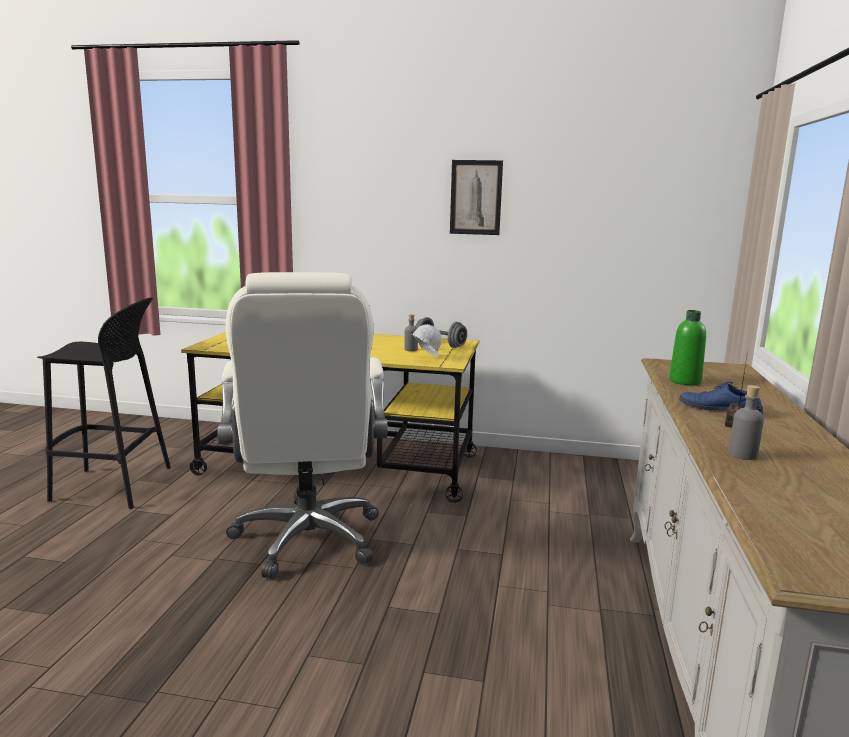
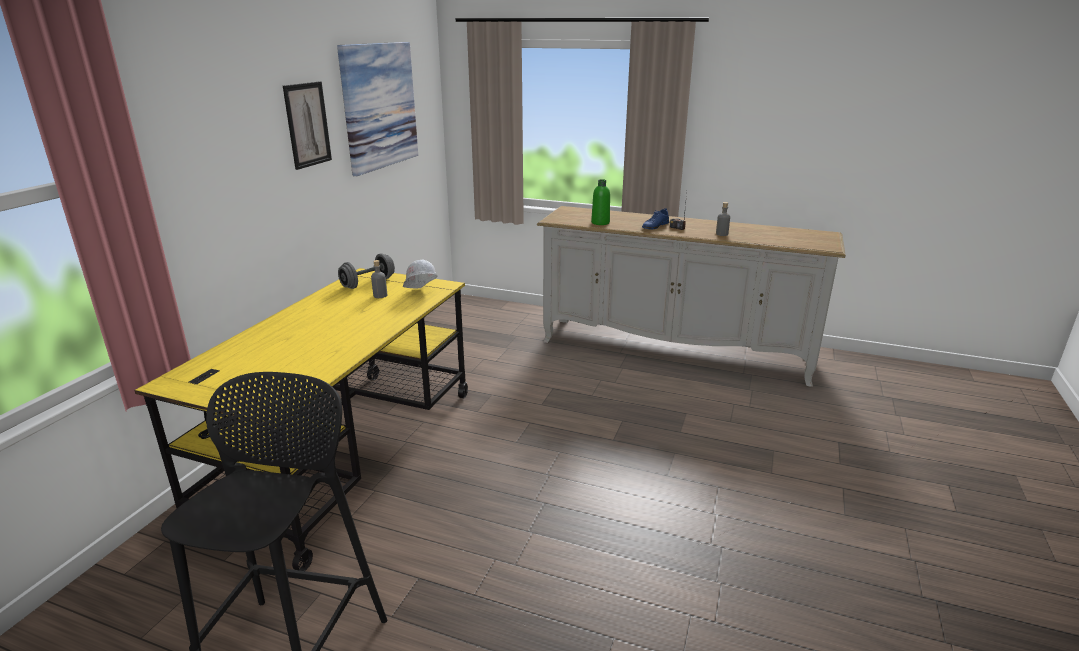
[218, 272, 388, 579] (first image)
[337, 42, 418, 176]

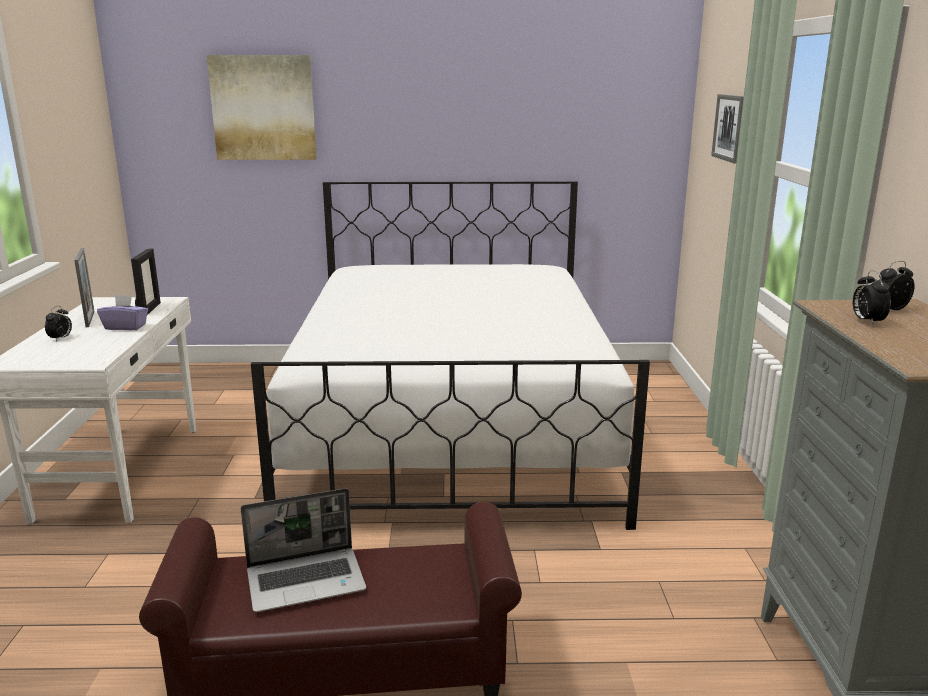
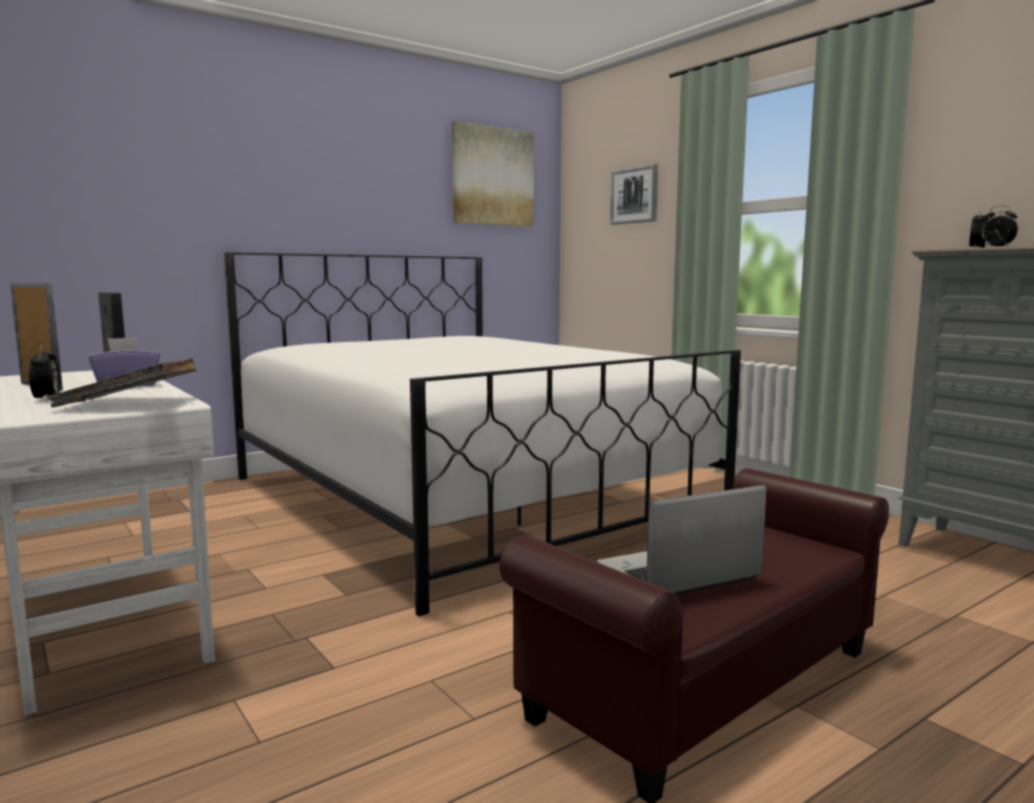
[48, 358, 197, 408]
[452, 121, 534, 227]
[597, 485, 767, 595]

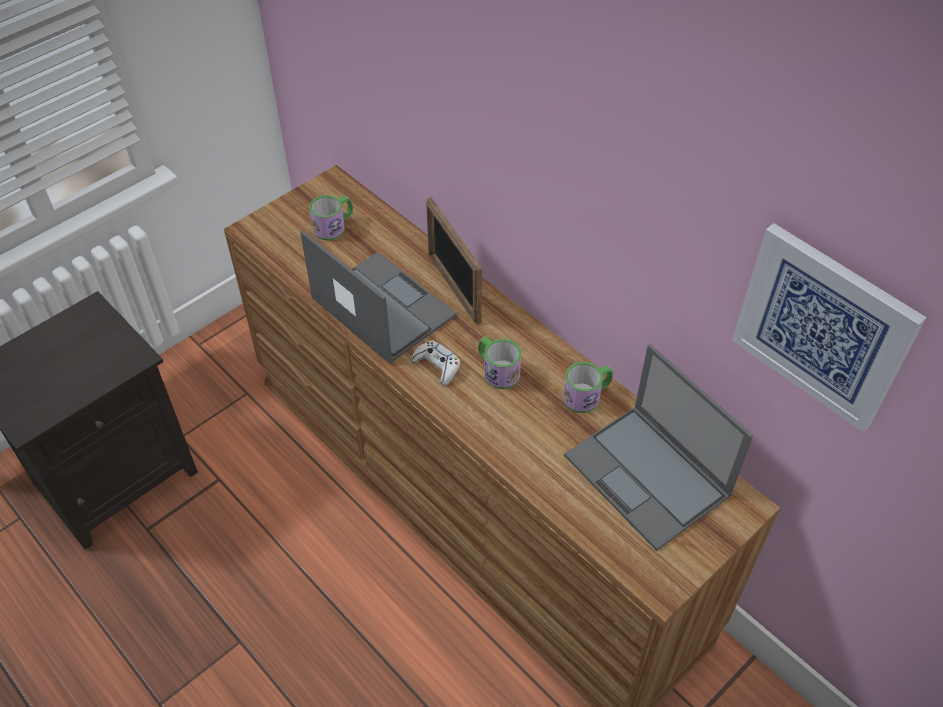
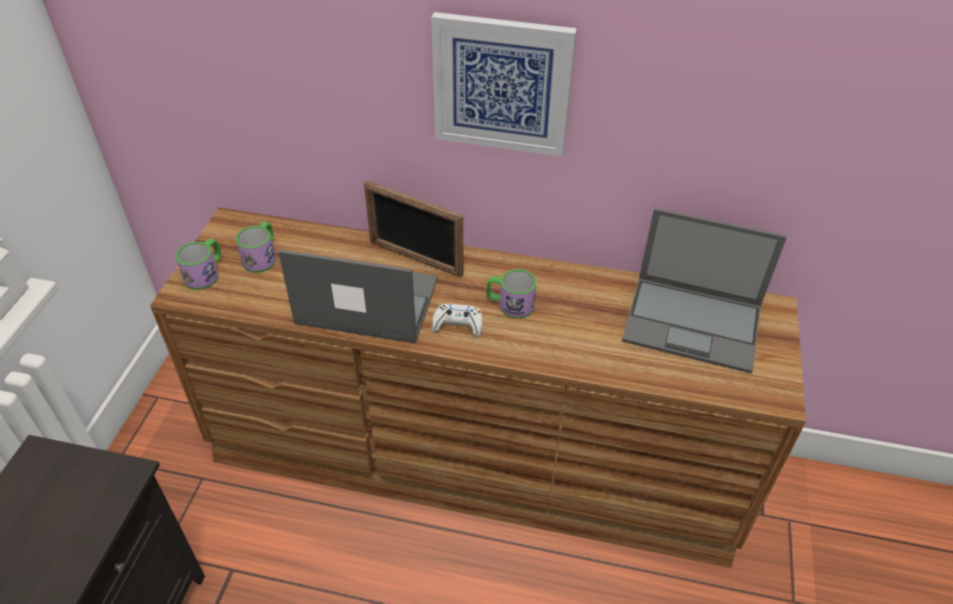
[175, 238, 221, 290]
[431, 12, 577, 156]

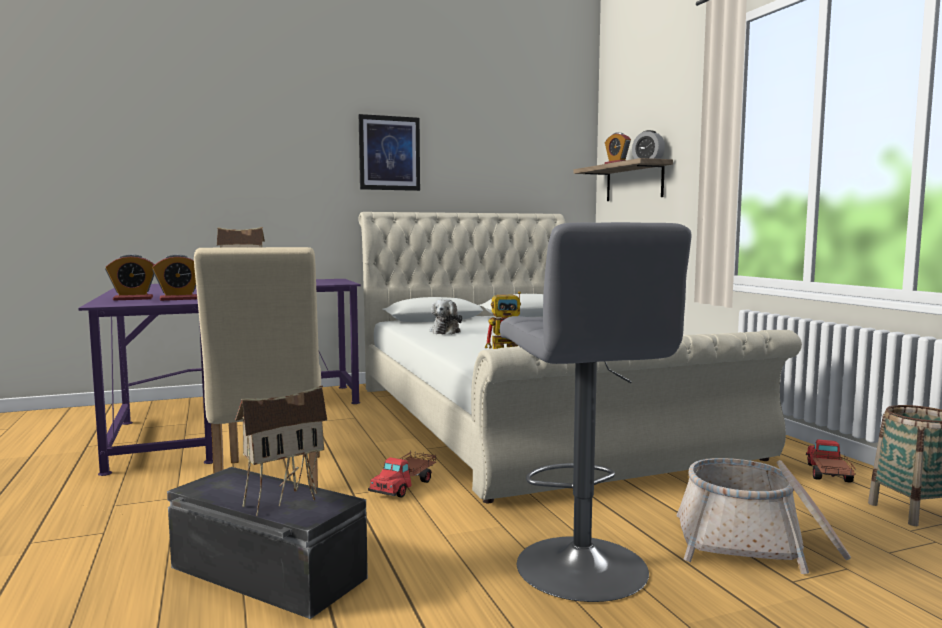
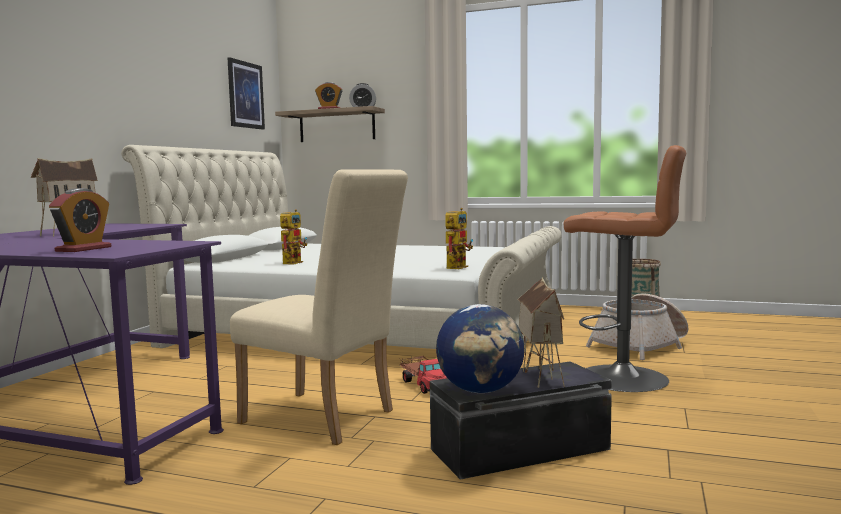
[152, 254, 197, 301] (first image)
[806, 440, 856, 483] (first image)
[436, 304, 524, 393]
[228, 57, 265, 130]
[280, 209, 307, 265]
[564, 145, 686, 392]

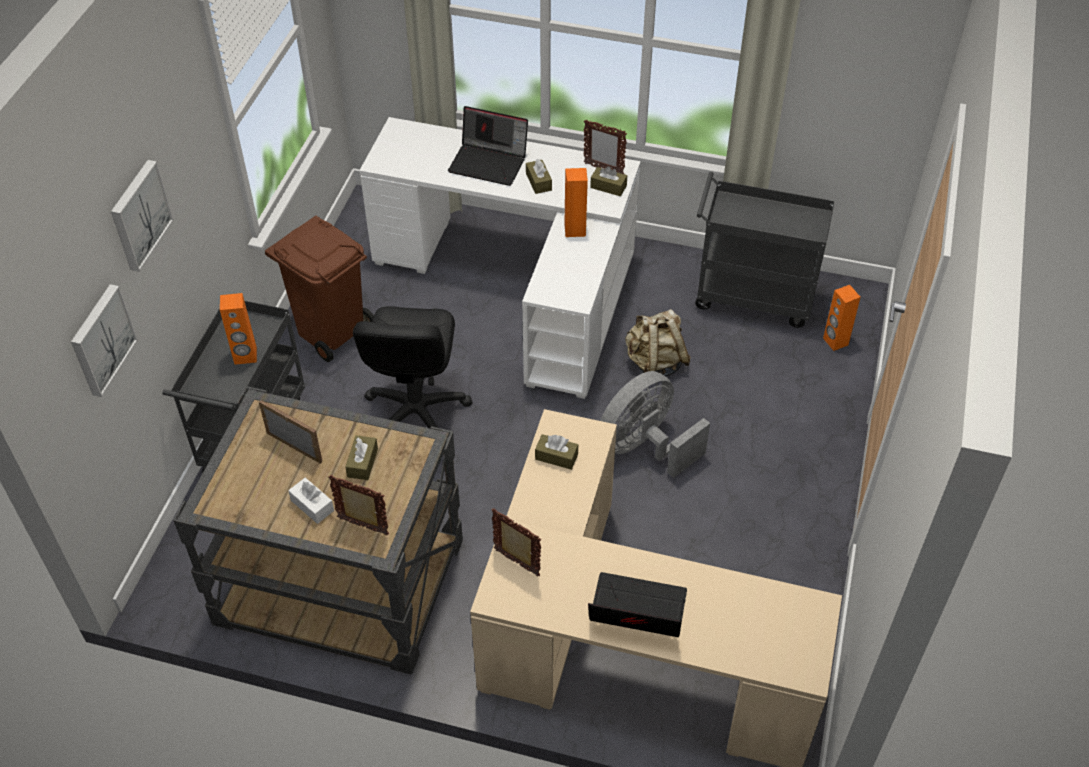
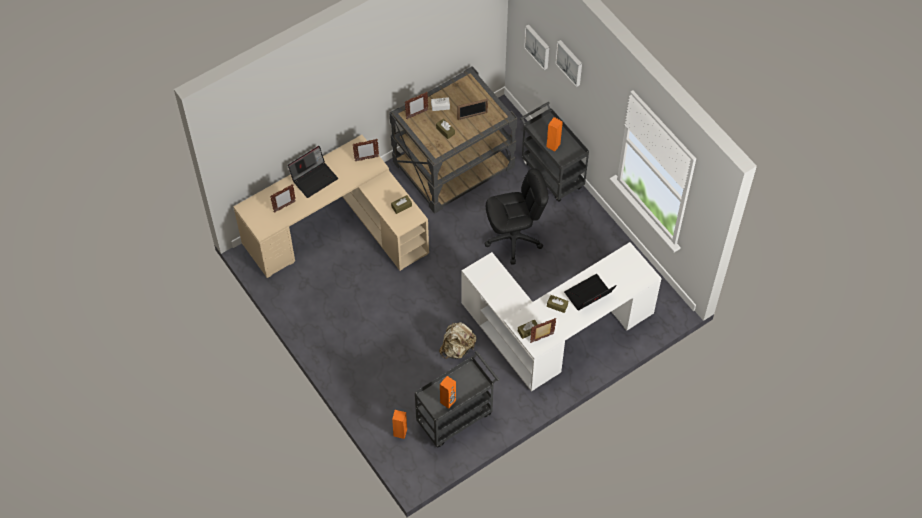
[265, 216, 374, 362] (first image)
[600, 371, 710, 478] (first image)
[270, 185, 296, 212]
[440, 376, 456, 409]
[484, 168, 548, 265]

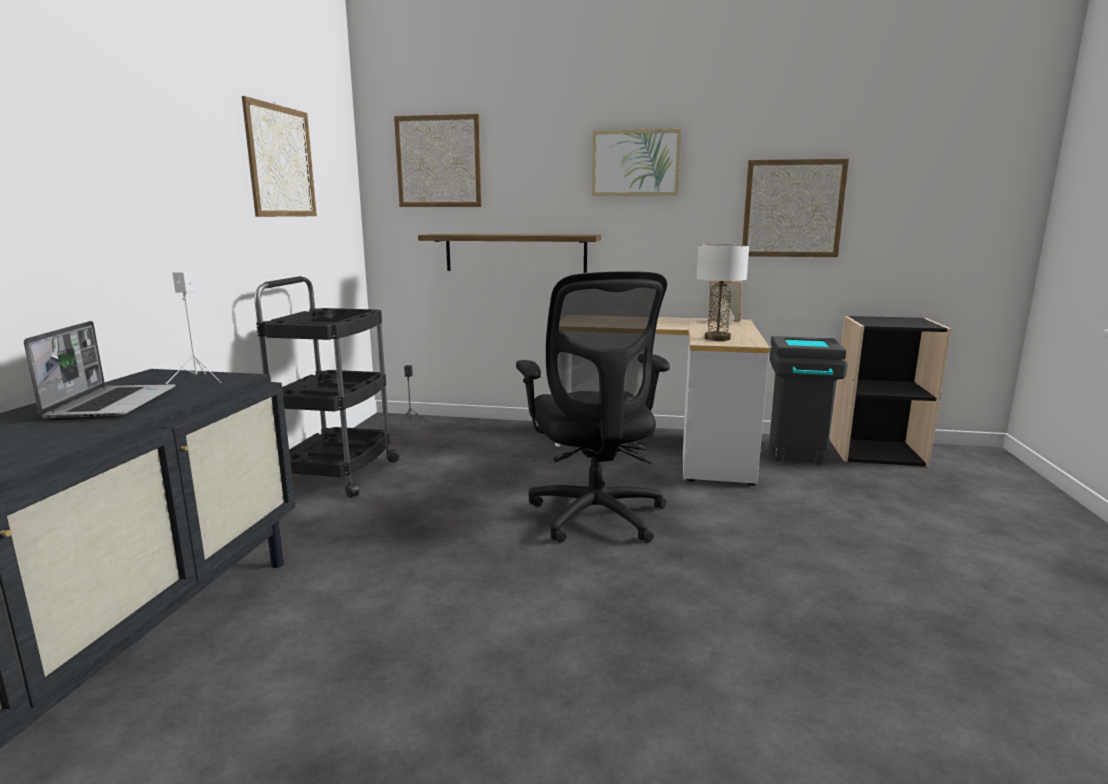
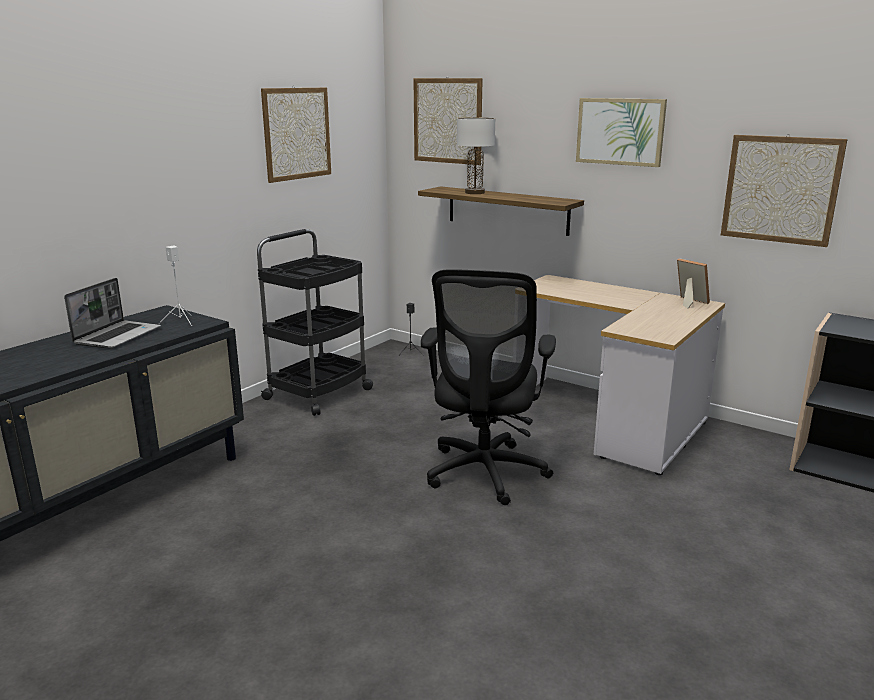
[769, 336, 848, 464] (first image)
[457, 118, 495, 194]

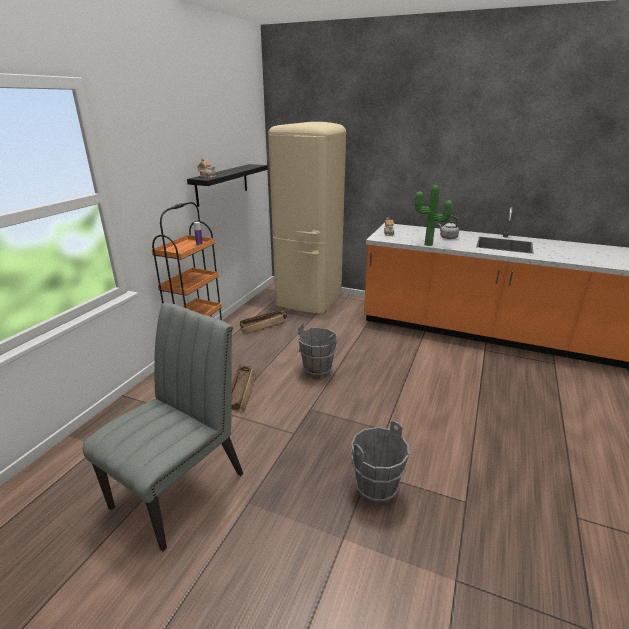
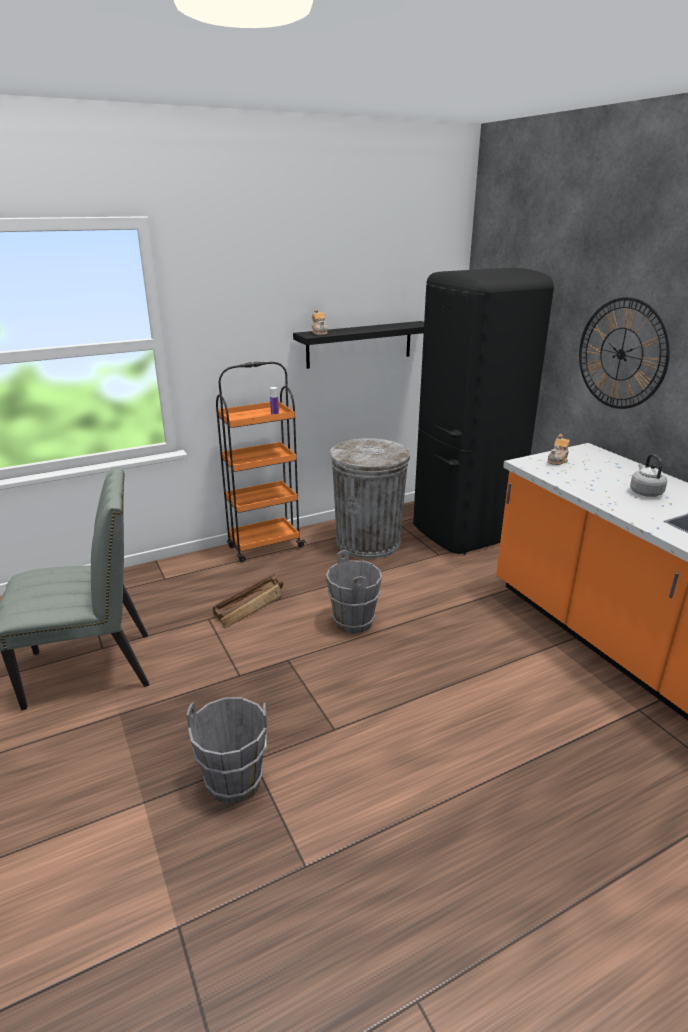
[414, 185, 453, 246] (first image)
[579, 297, 670, 409]
[330, 438, 410, 559]
[413, 268, 554, 555]

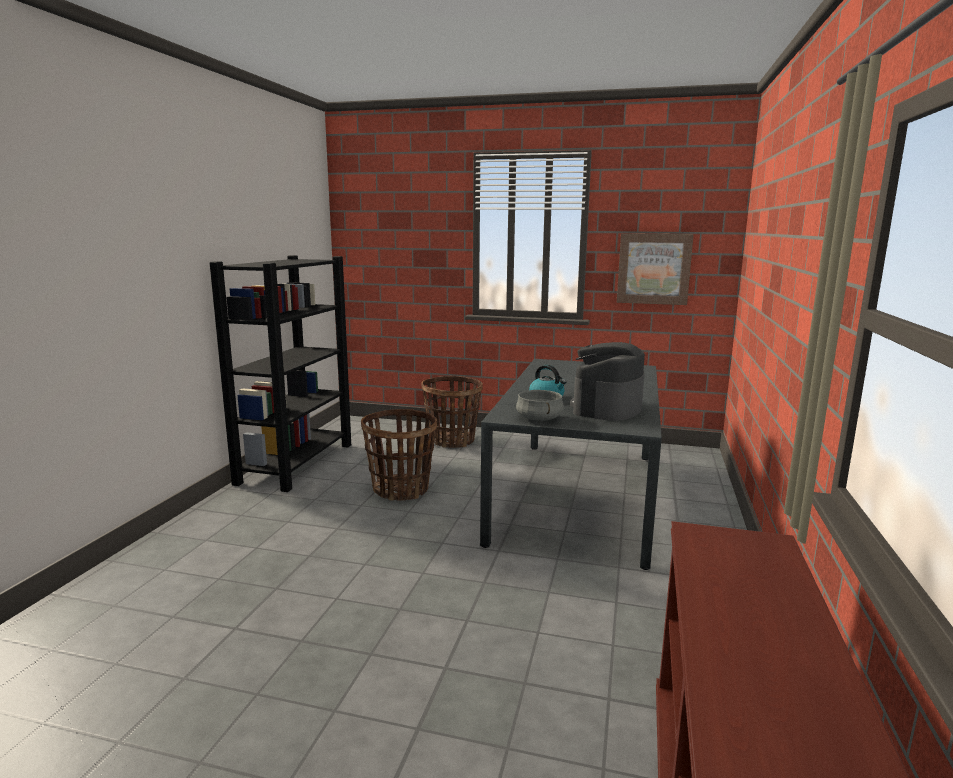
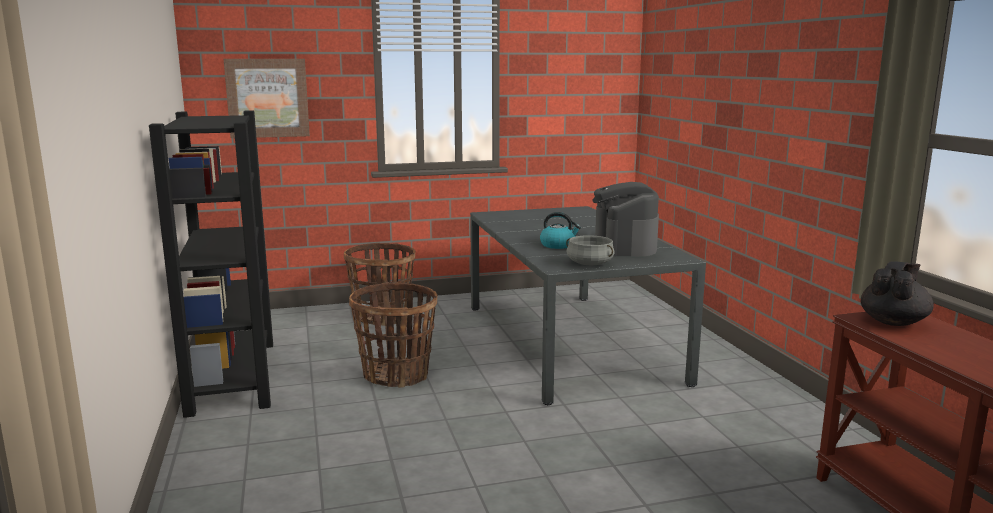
[861, 261, 934, 326]
[224, 59, 310, 138]

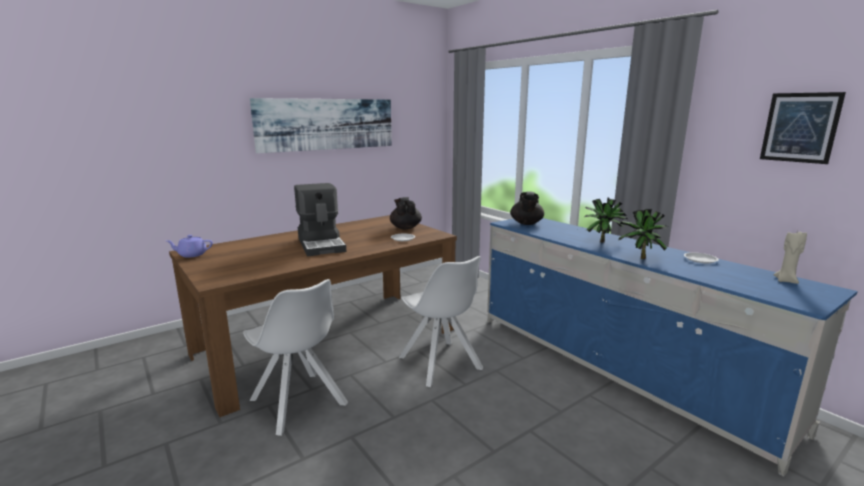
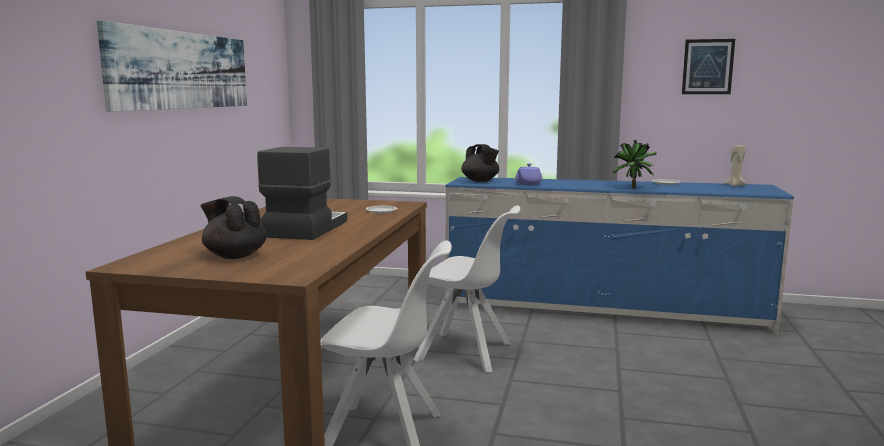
[585, 197, 629, 243] (first image)
[515, 163, 542, 185]
[200, 196, 267, 259]
[257, 147, 347, 240]

